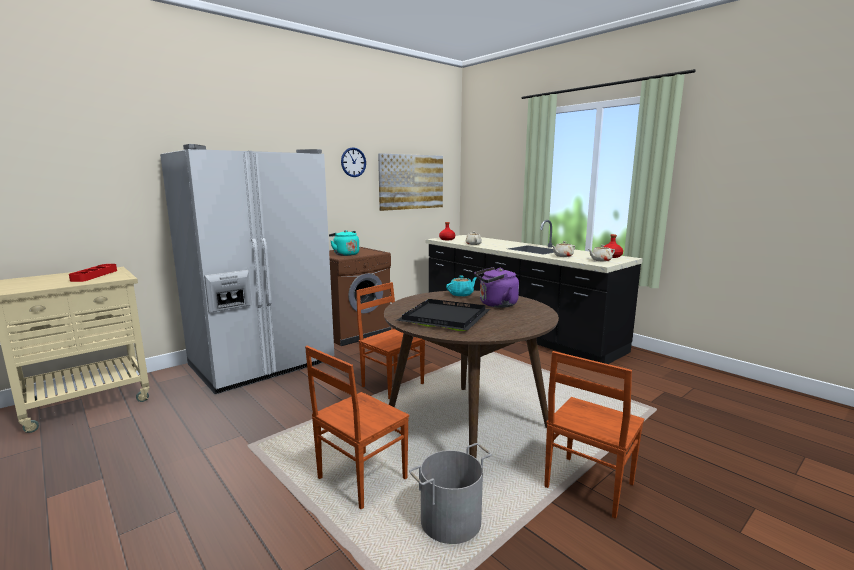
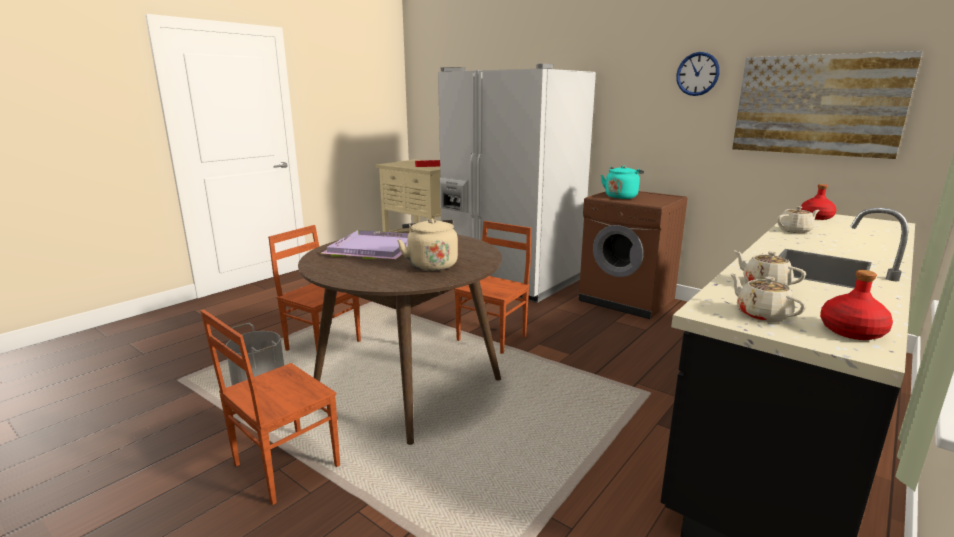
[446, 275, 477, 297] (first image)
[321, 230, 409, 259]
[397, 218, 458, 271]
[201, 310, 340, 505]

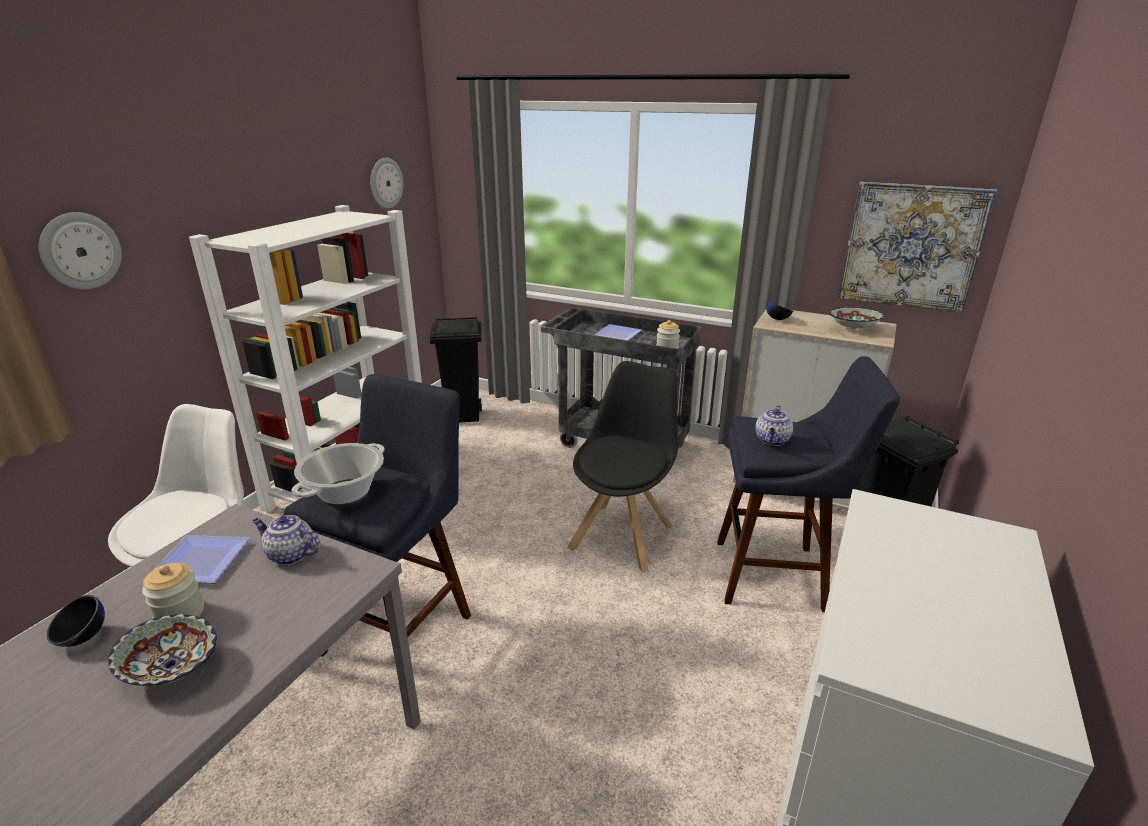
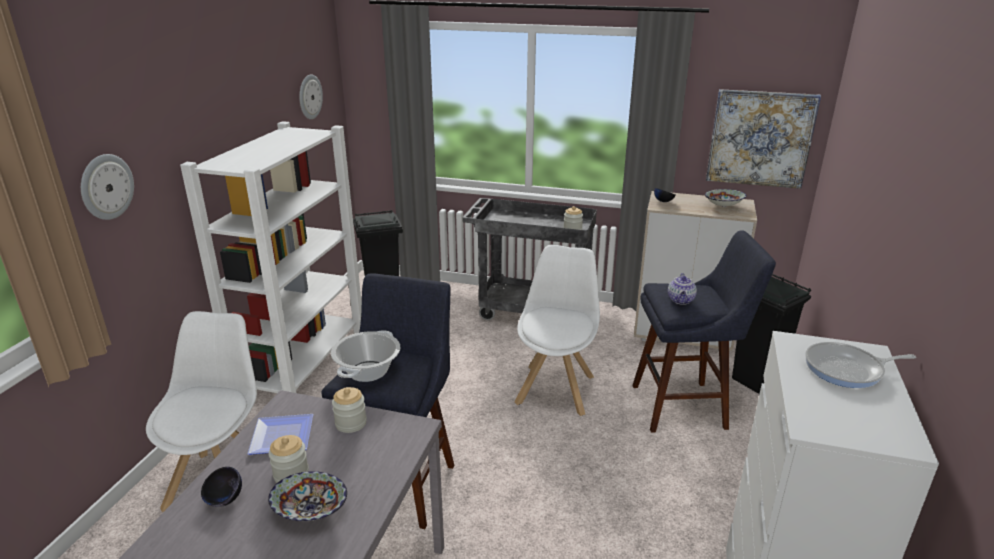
[594, 324, 642, 341] (first image)
[805, 342, 916, 388]
[332, 387, 367, 433]
[515, 245, 600, 416]

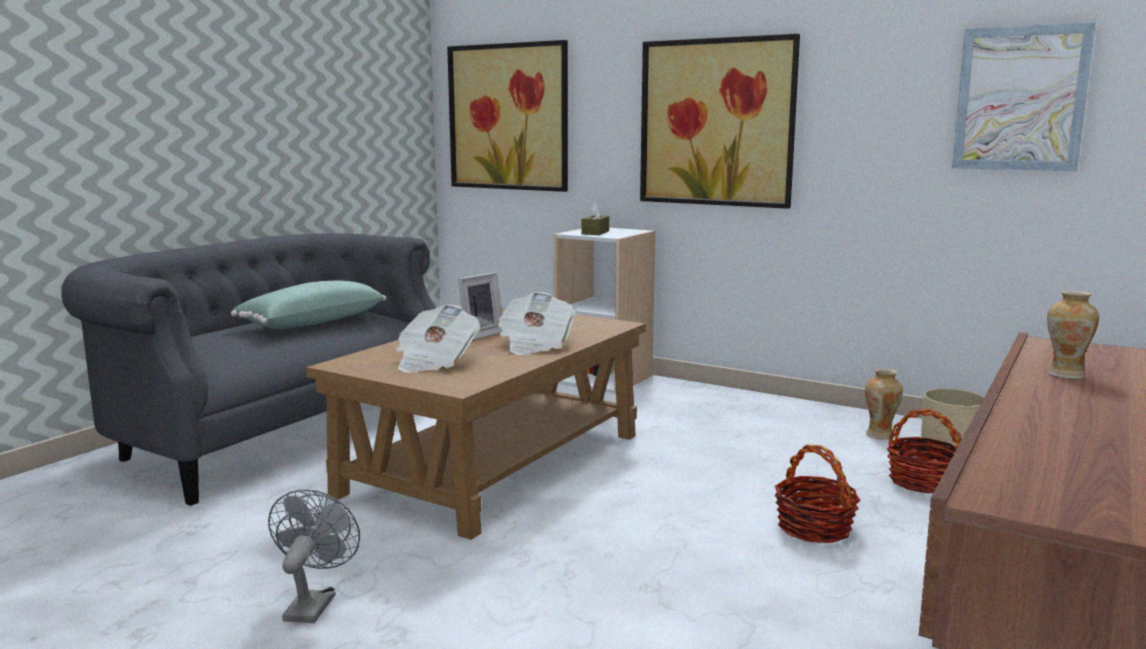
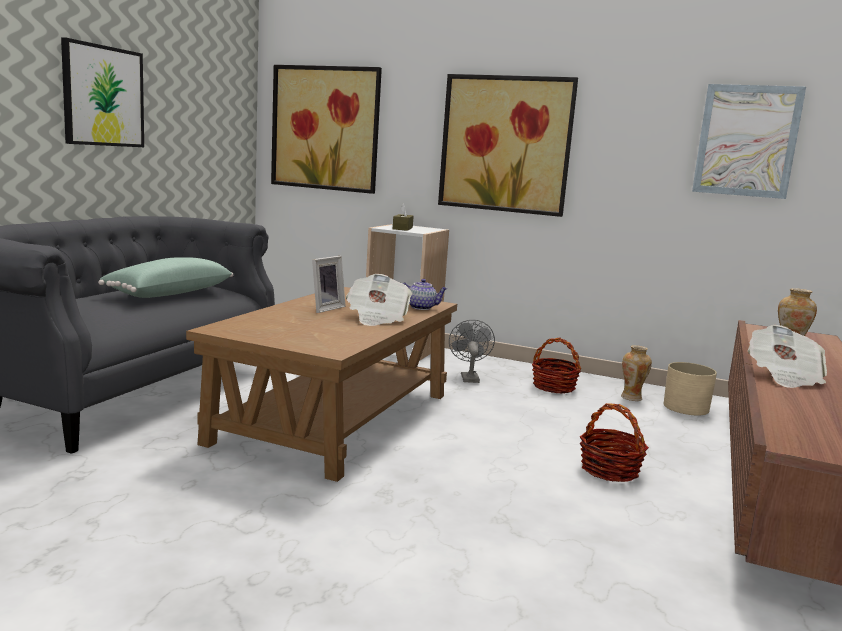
[61, 38, 144, 147]
[403, 279, 448, 310]
[449, 320, 495, 383]
[748, 325, 827, 388]
[532, 337, 581, 394]

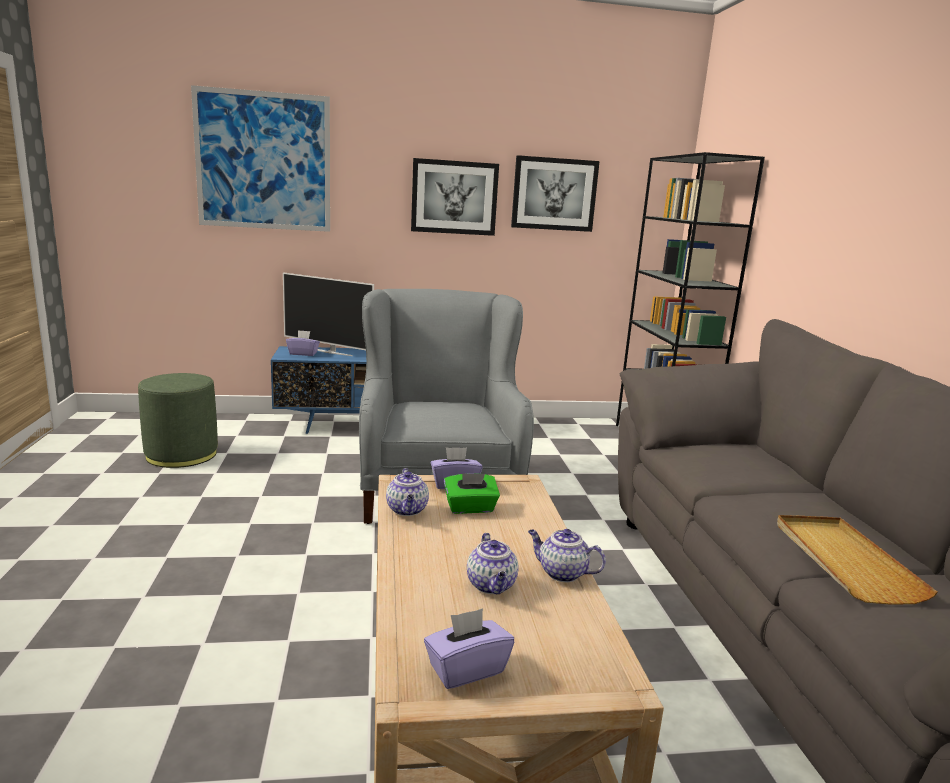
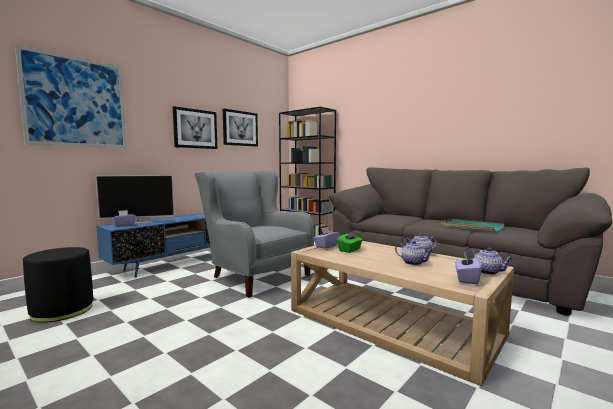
[466, 247, 513, 275]
[23, 247, 93, 323]
[441, 219, 504, 231]

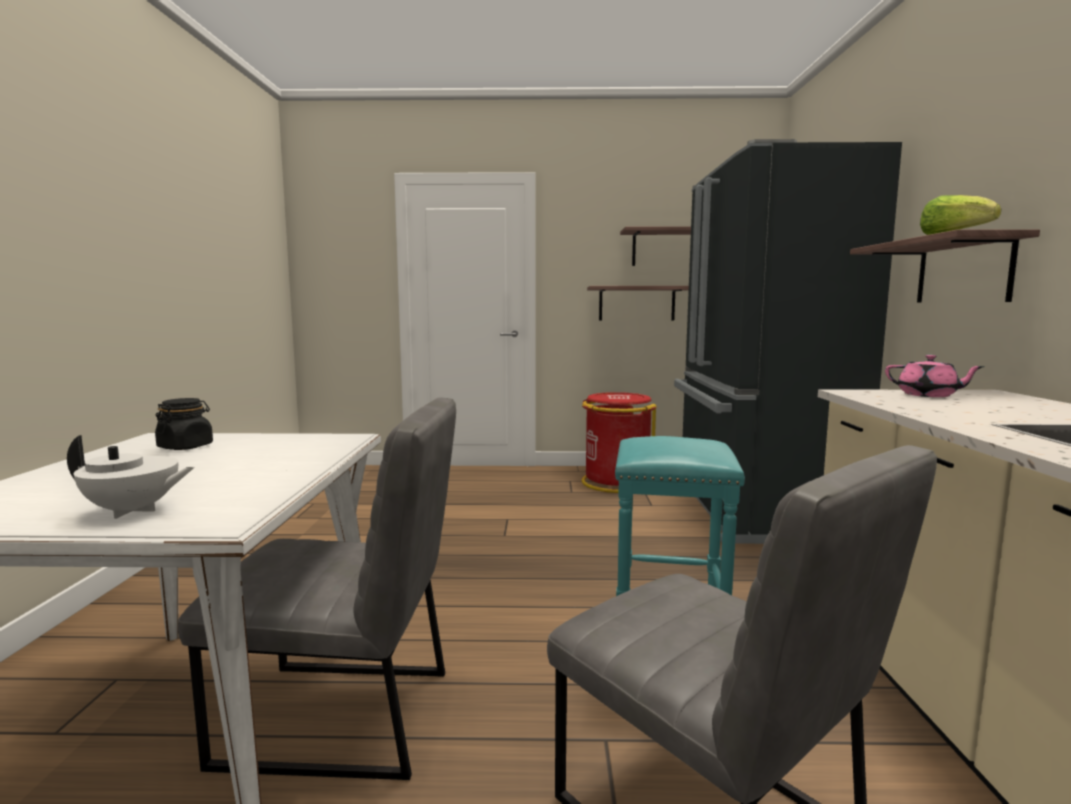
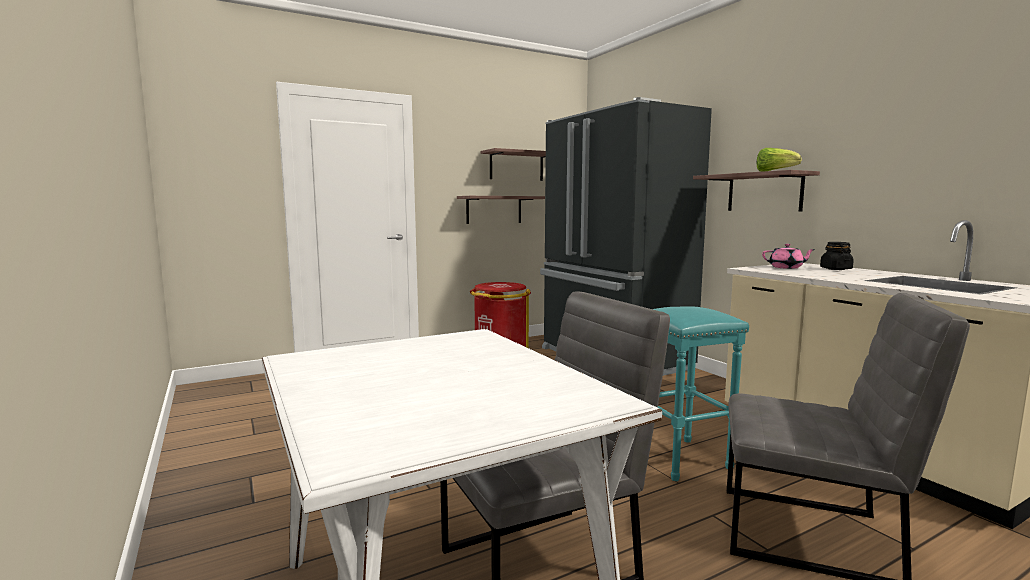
[67, 435, 195, 519] (first image)
[820, 242, 854, 270]

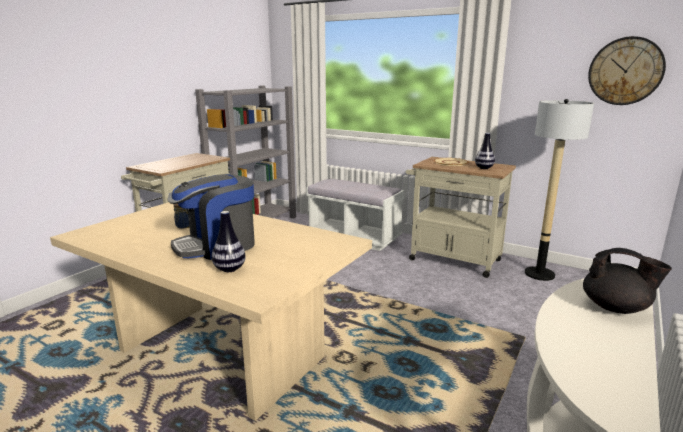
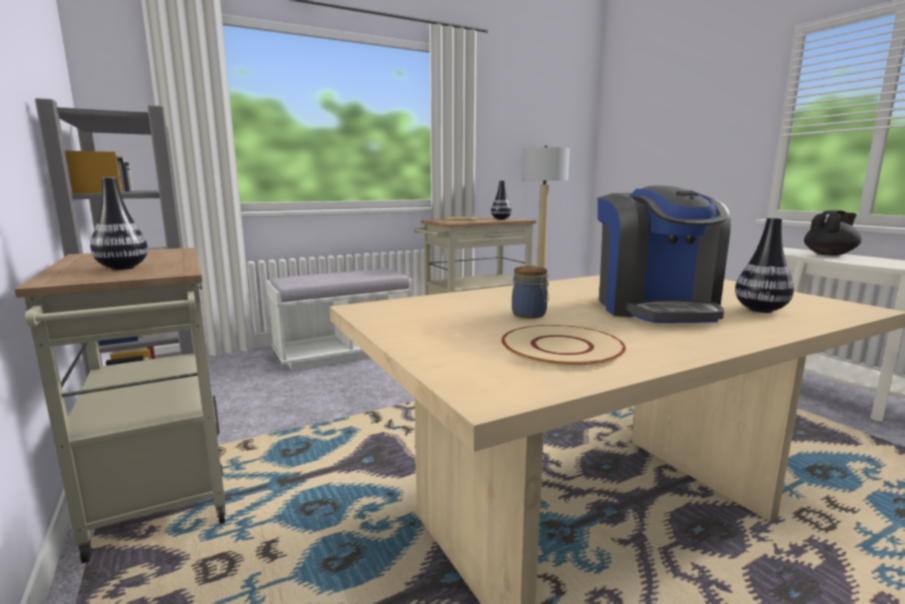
[588, 36, 666, 105] (first image)
[90, 177, 148, 270]
[501, 325, 626, 368]

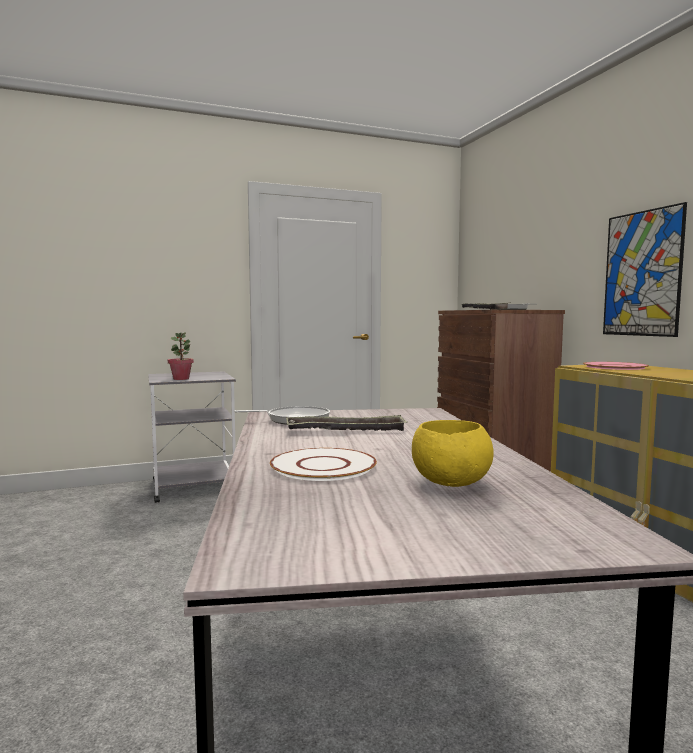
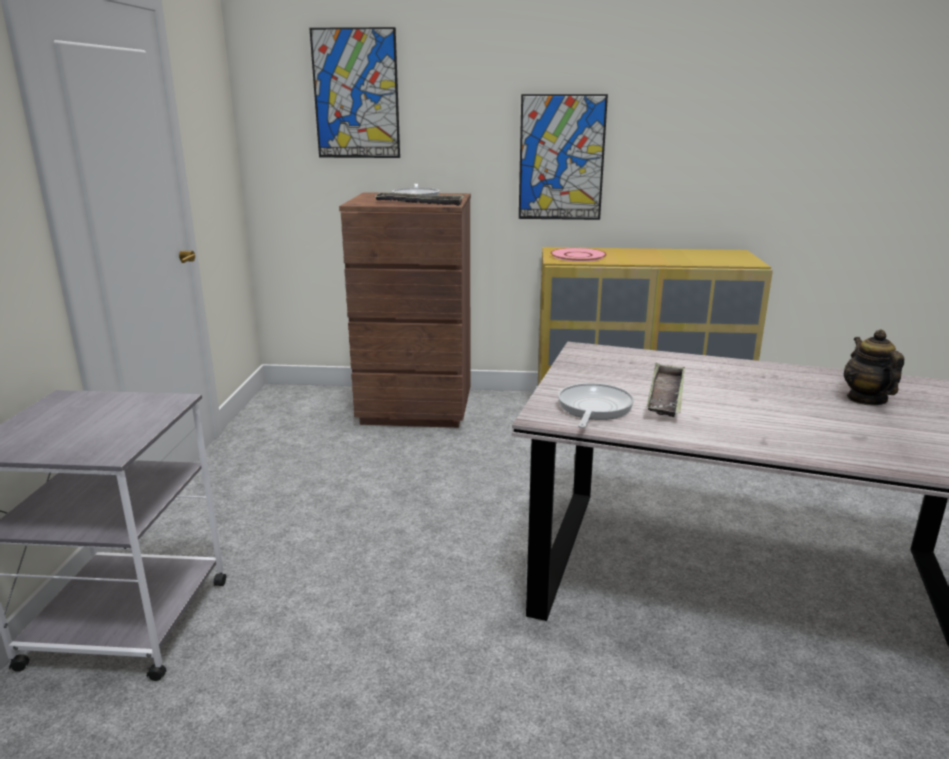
[168, 332, 194, 380] (first image)
[270, 448, 377, 481] (first image)
[309, 27, 400, 158]
[844, 329, 904, 405]

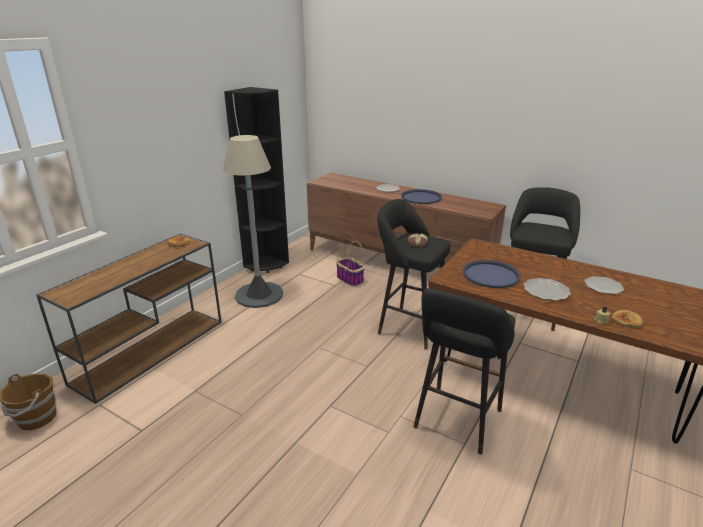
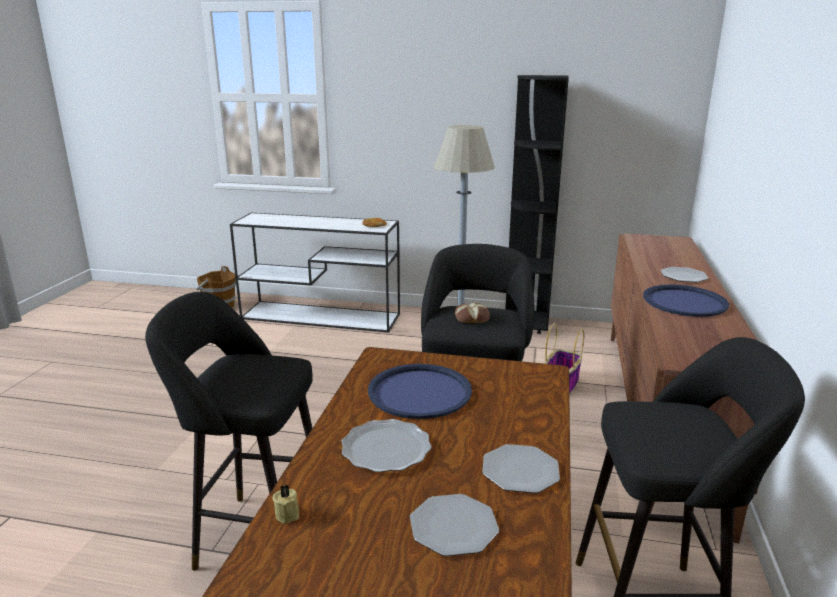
[611, 310, 645, 328] (first image)
[482, 444, 560, 493]
[230, 213, 400, 333]

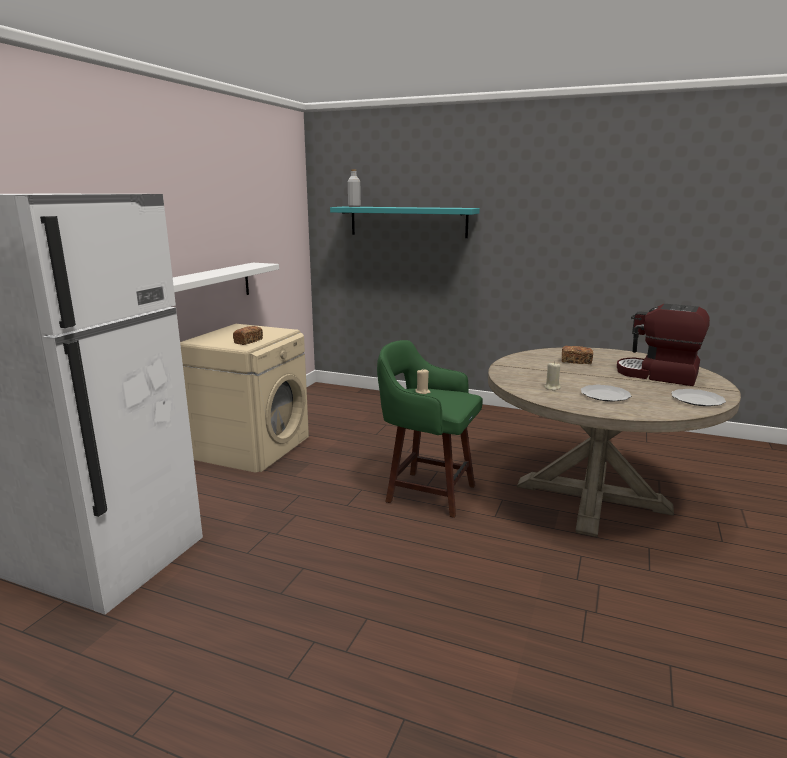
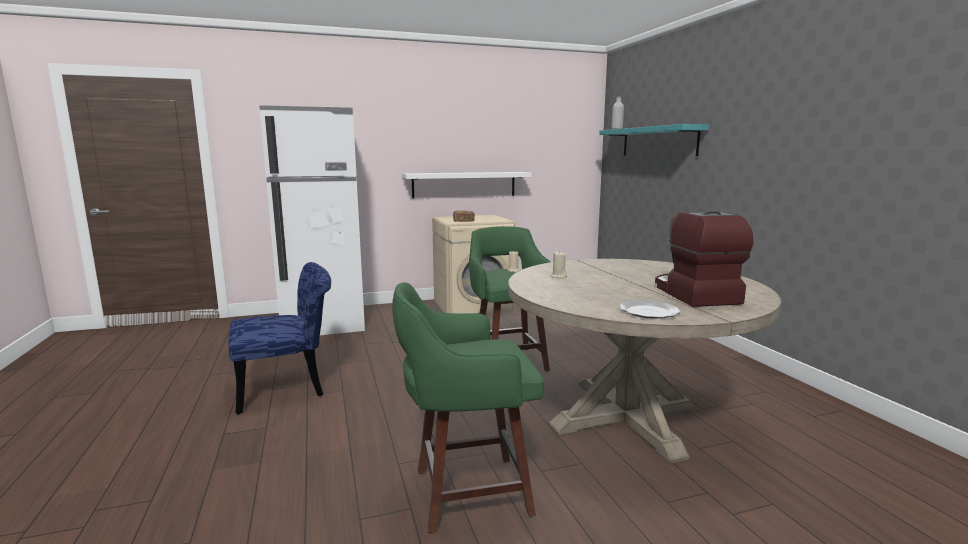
[562, 346, 593, 364] (first image)
[581, 385, 631, 402] (first image)
[228, 262, 331, 415]
[392, 282, 544, 533]

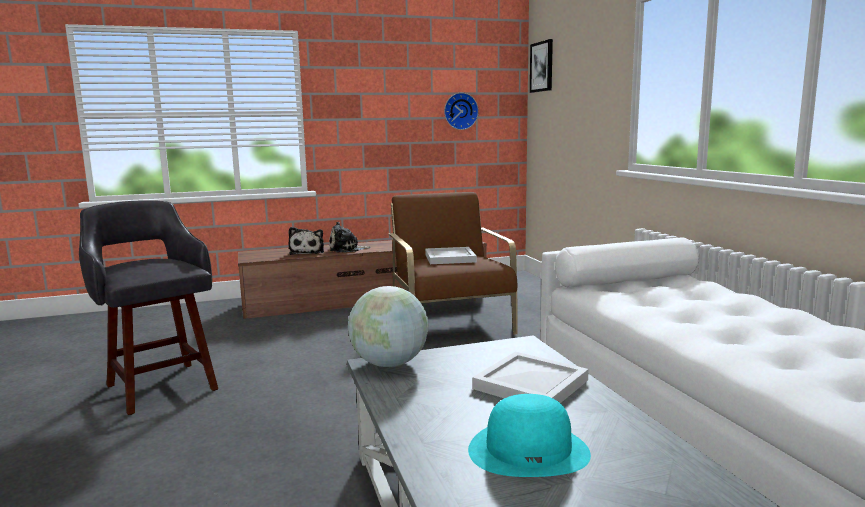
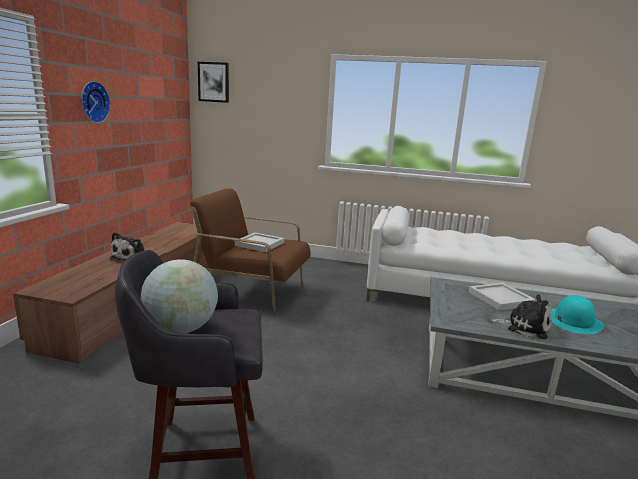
[491, 294, 552, 339]
[141, 259, 218, 334]
[81, 81, 110, 123]

